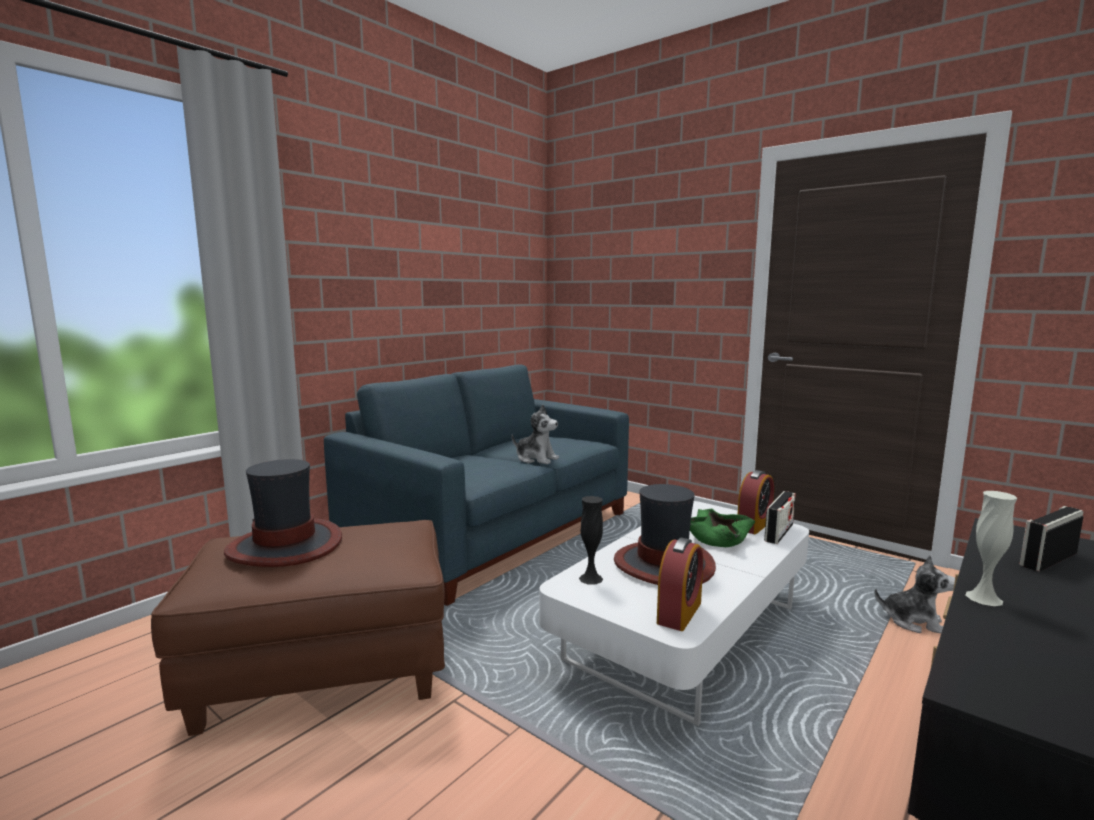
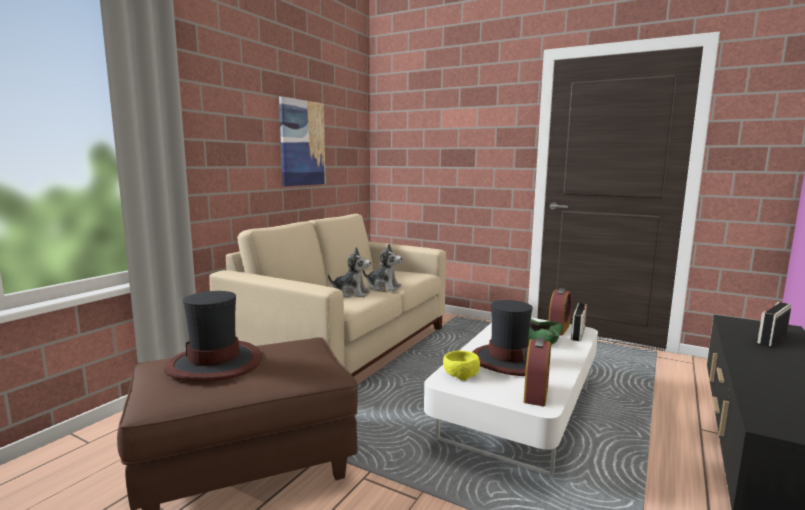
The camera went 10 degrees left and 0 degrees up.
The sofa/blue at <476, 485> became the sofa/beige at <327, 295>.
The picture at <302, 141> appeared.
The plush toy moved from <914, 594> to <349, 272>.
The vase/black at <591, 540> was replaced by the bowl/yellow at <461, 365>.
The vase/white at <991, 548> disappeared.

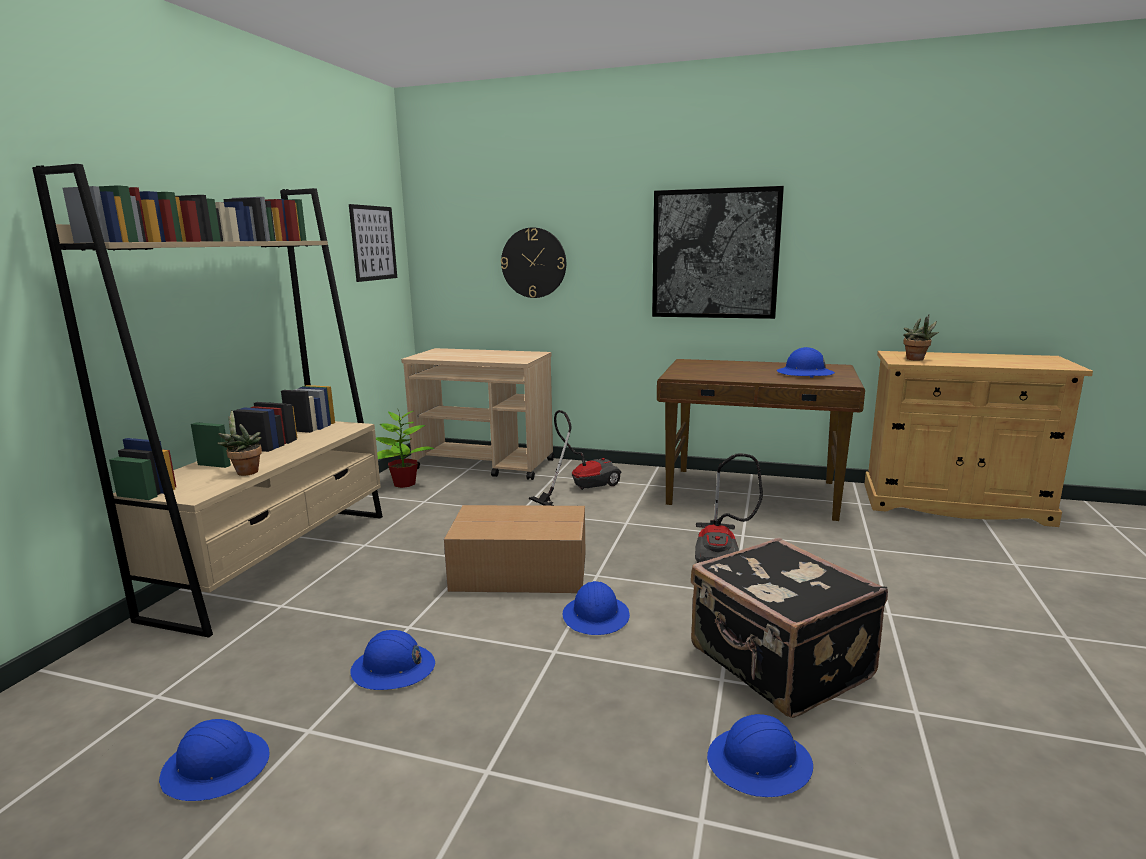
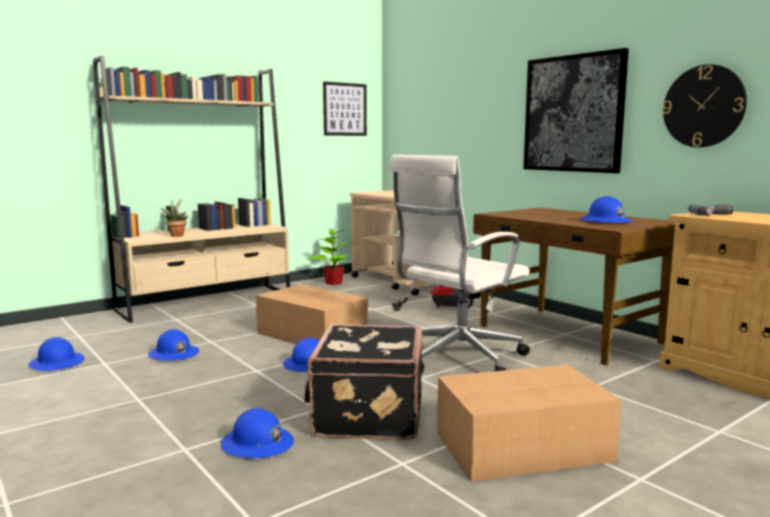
The camera went 35 degrees right and 5 degrees down.
The vacuum cleaner at <729, 508> was replaced by the office chair/white at <460, 265>.
The cardboard box at <529, 423> appeared.
The wall clock moved from <533, 262> to <704, 105>.
The potted plant at <921, 337> was replaced by the power drill at <711, 210>.

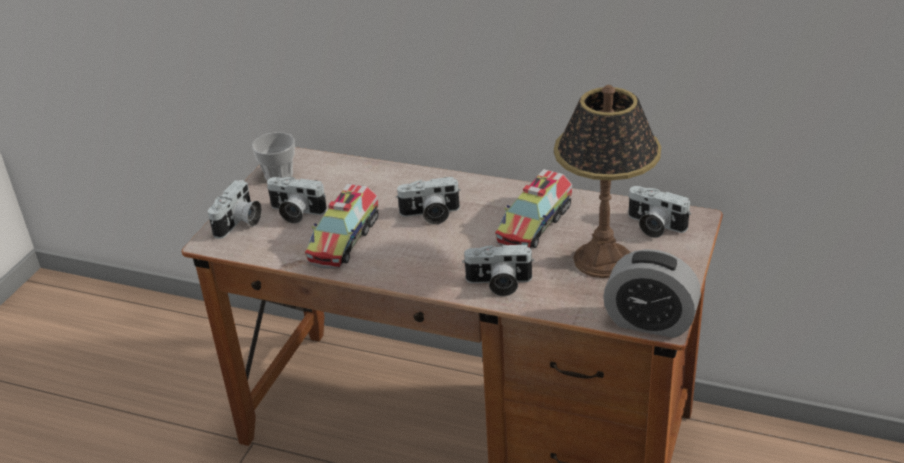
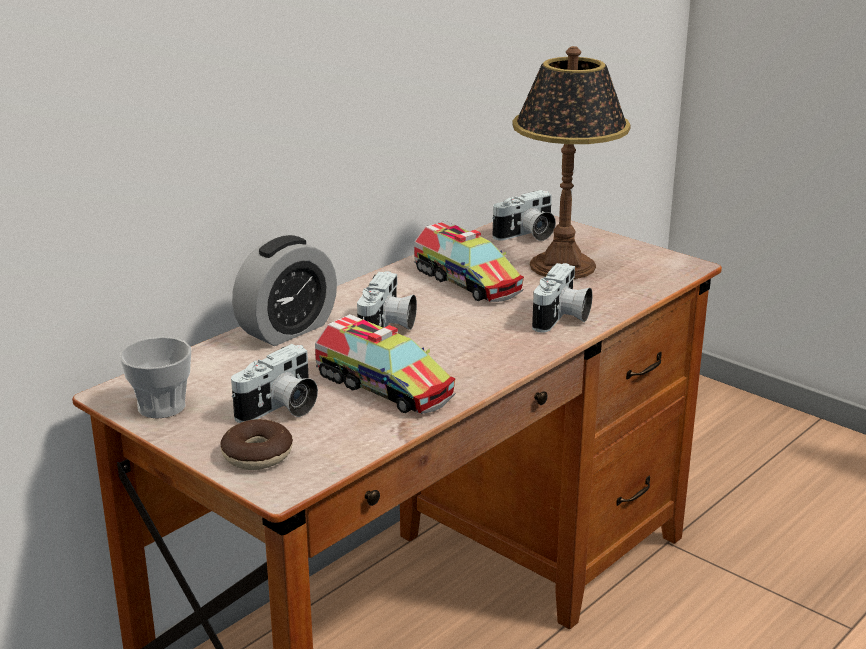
The camera went 70 degrees left and 10 degrees down.
The photo camera at <235, 209> was replaced by the donut at <257, 444>.
The alarm clock moved from <652, 293> to <284, 290>.

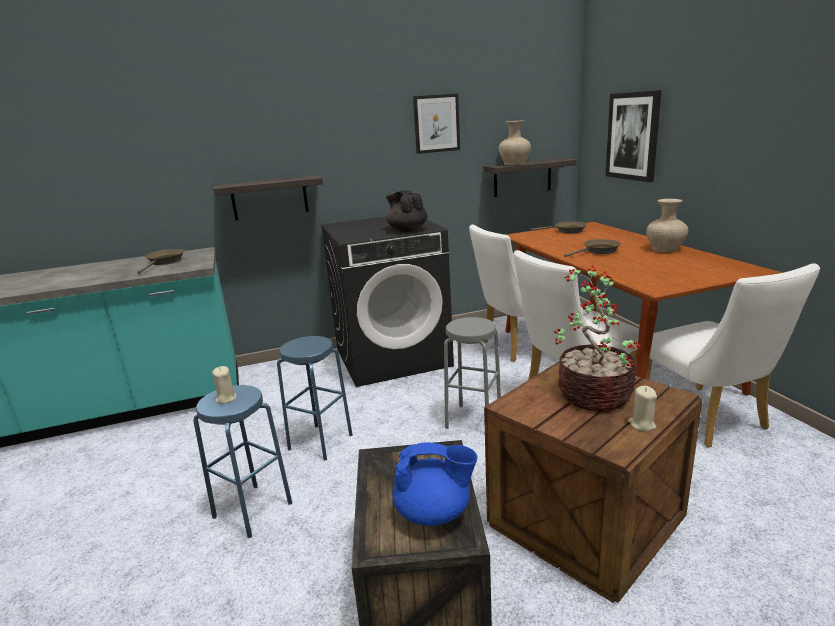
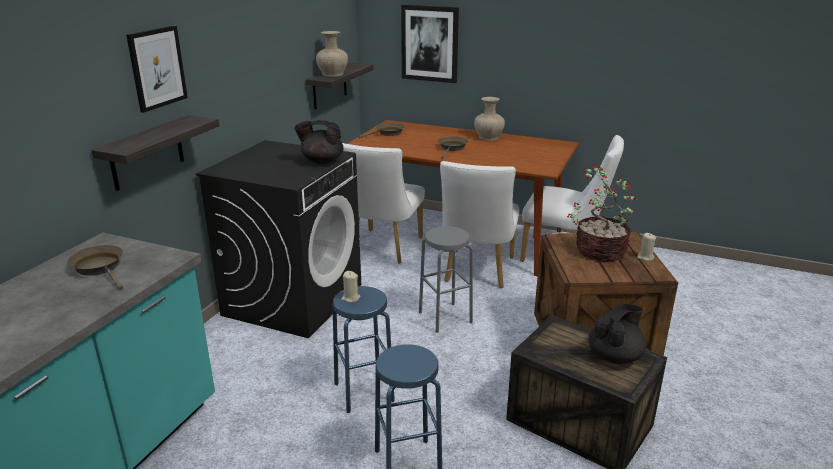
The camera went 50 degrees left and 5 degrees up.
The picture moved from <436, 124> to <157, 69>.
The candle/beige moved from <224, 385> to <350, 287>.
The teapot/blue at <434, 484> became the teapot/black at <617, 334>.

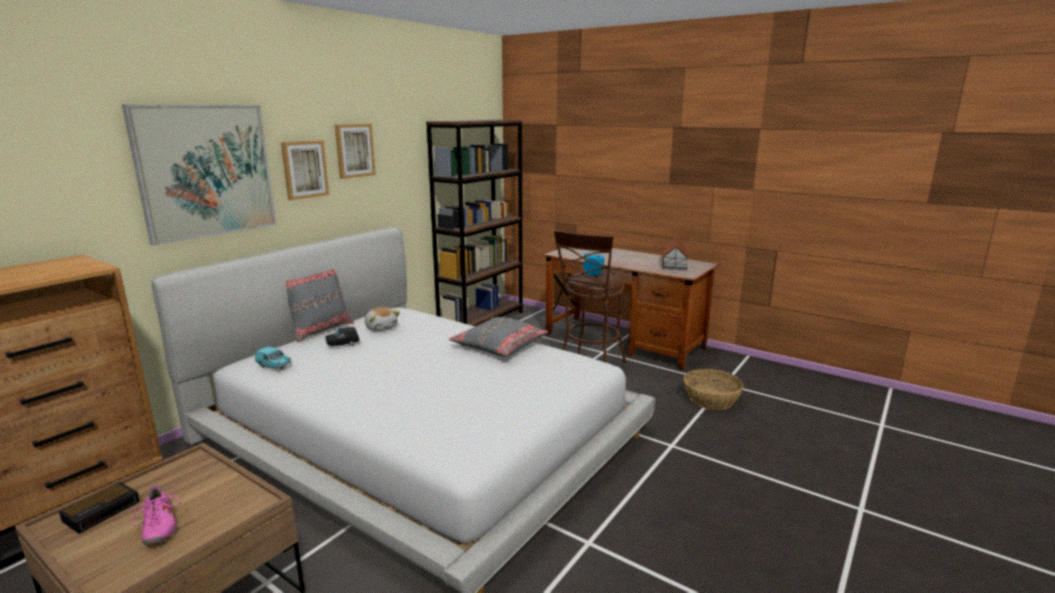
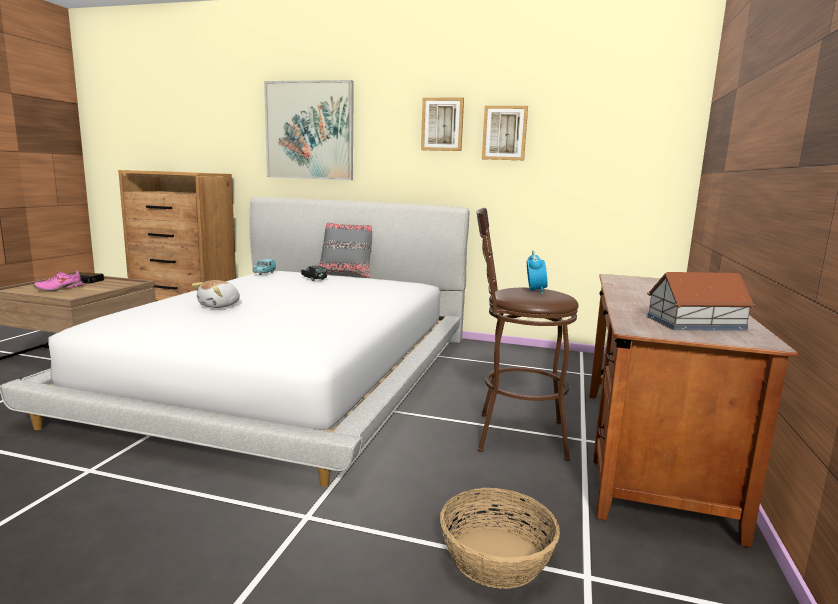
The camera went 70 degrees right and 5 degrees down.
The plush toy moved from <382, 319> to <216, 294>.
The picture moved from <305, 170> to <505, 133>.
The bookcase/brown at <474, 223> disappeared.
The pillow/grey at <498, 337> disappeared.

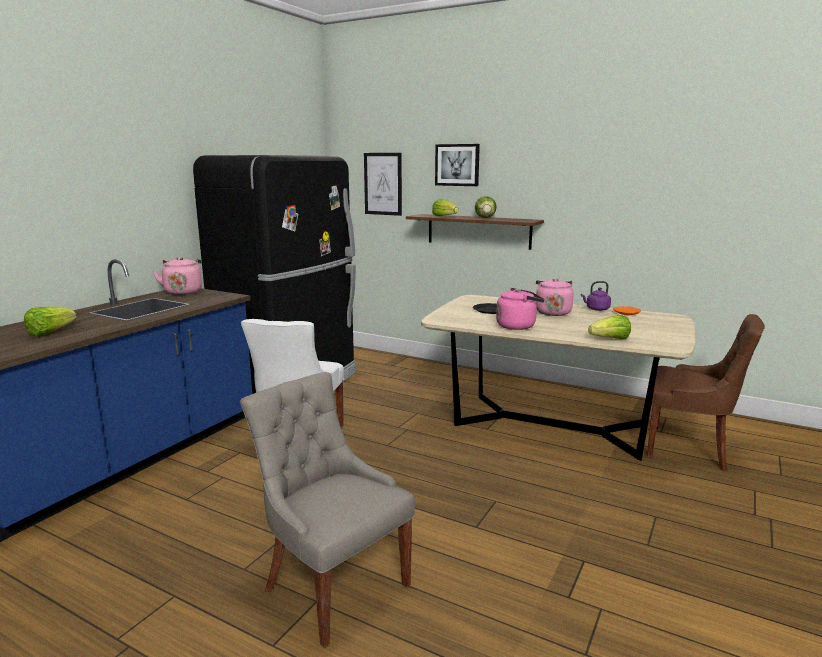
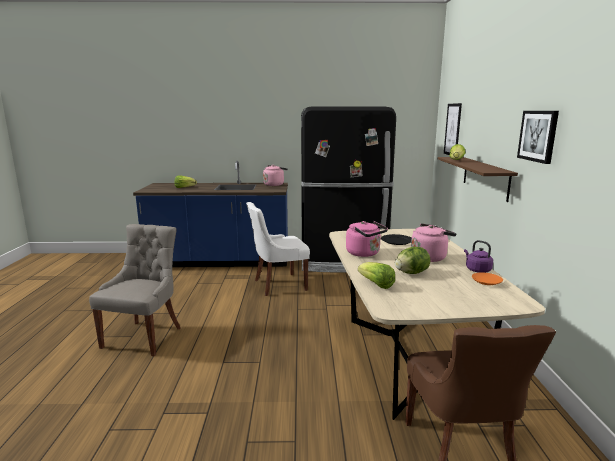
The camera went 60 degrees right and 0 degrees up.
The lettuce moved from <486, 207> to <412, 260>.
The picture moved from <457, 165> to <538, 137>.

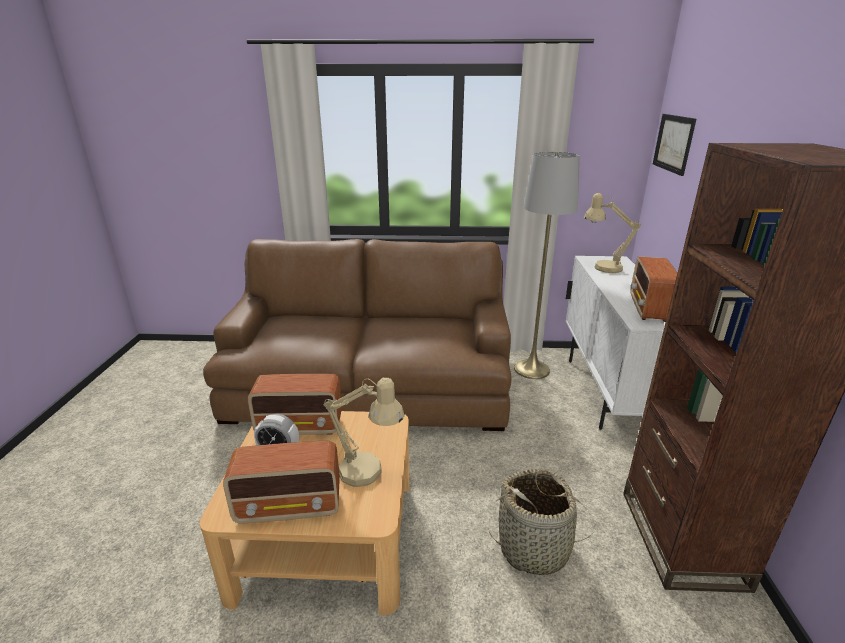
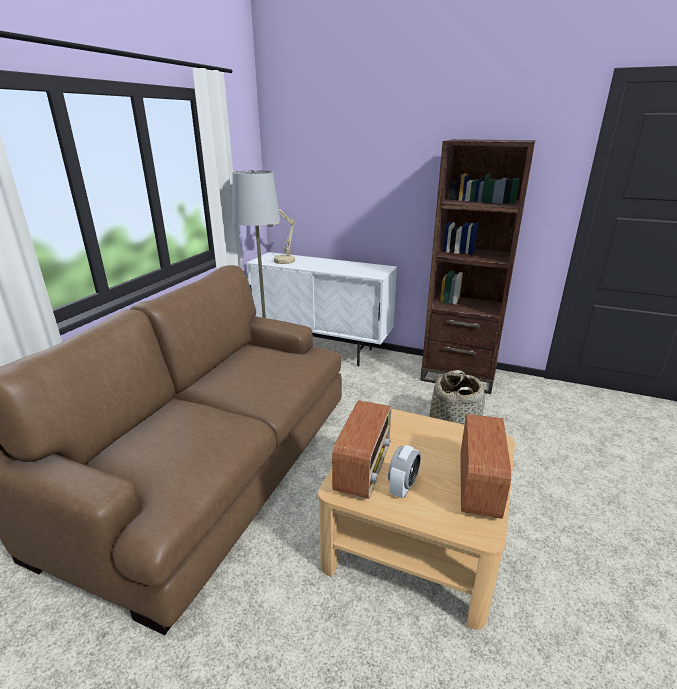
The camera went 70 degrees left and 0 degrees up.
The table lamp/beige at <364, 432> disappeared.
The radio at <654, 289> disappeared.
The picture at <674, 145> disappeared.

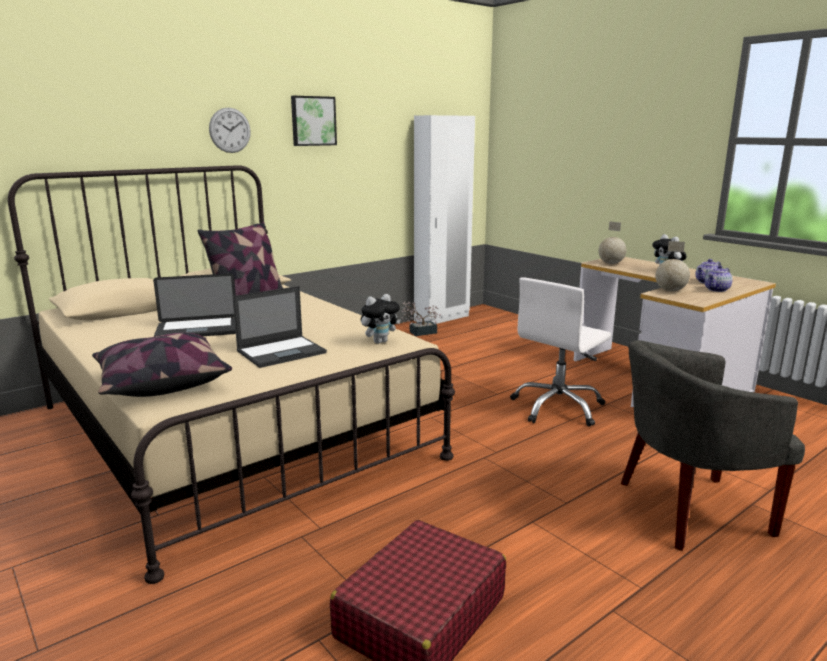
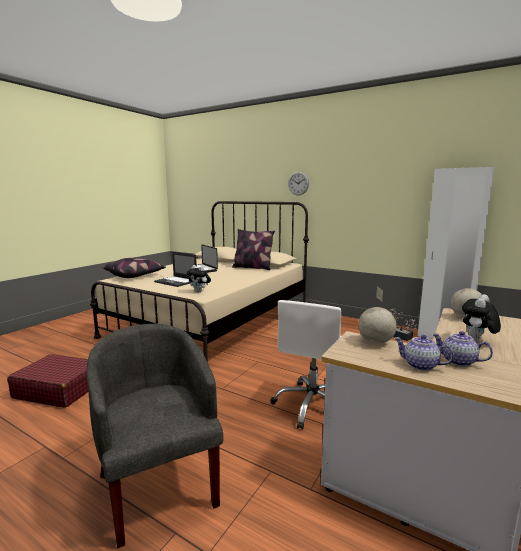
The camera went 70 degrees right and 5 degrees down.
The office chair/white at <561, 352> turned 90 degrees counterclockwise.
The picture at <314, 121> disappeared.

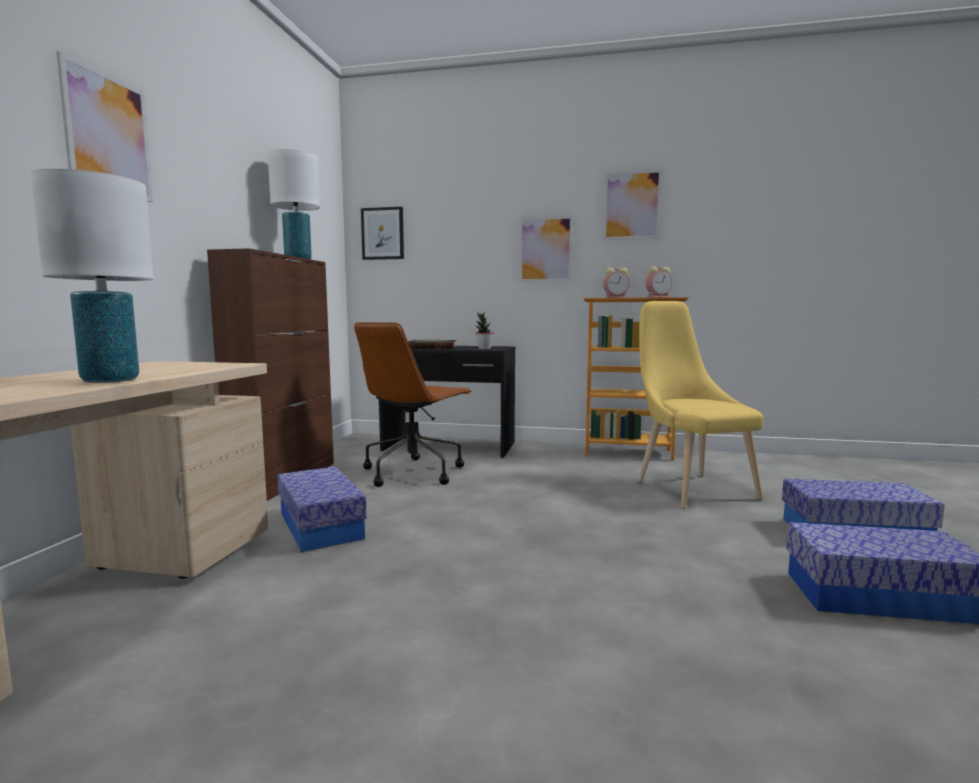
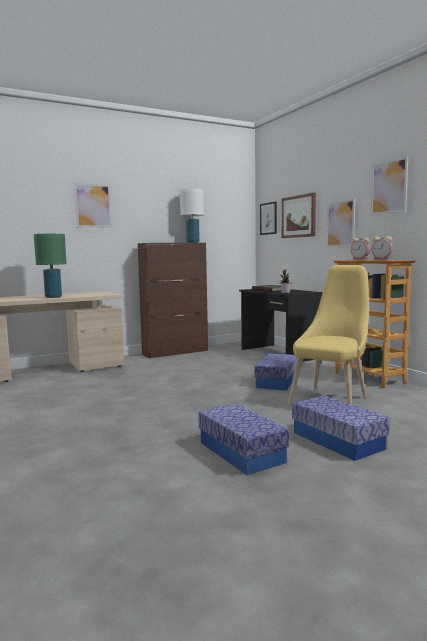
The camera went 50 degrees right and 0 degrees up.
The table lamp/white at <91, 276> became the table lamp/green at <50, 266>.
The storage box moved from <322, 509> to <276, 372>.
The picture at <299, 215> appeared.
The office chair/brown at <413, 404> disappeared.

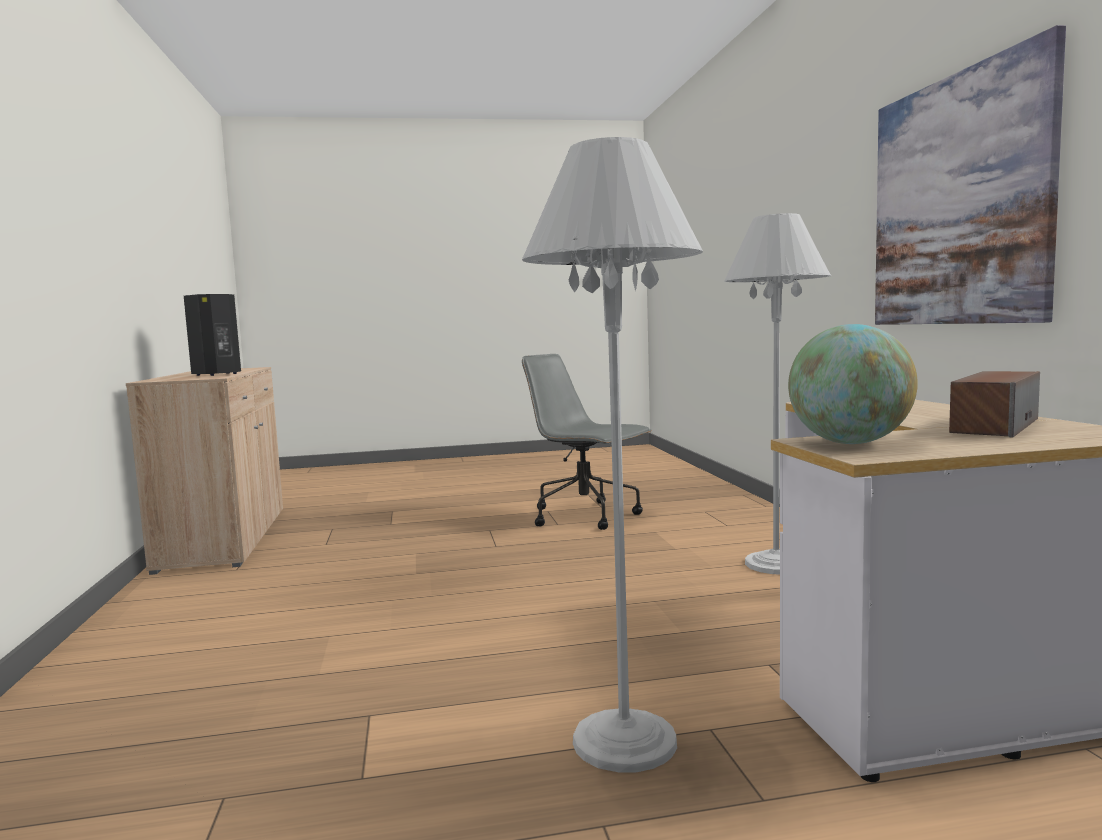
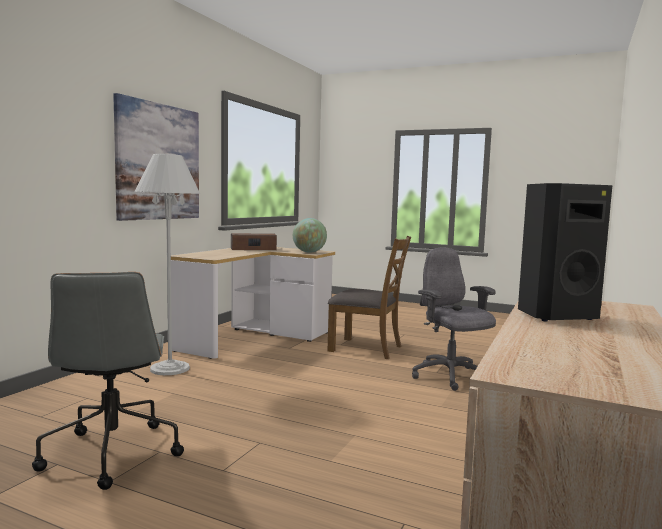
The camera went 145 degrees left and 0 degrees up.
The floor lamp/white at <612, 455> was replaced by the chair/brown at <369, 297>.
The office chair/grey at <454, 319> appeared.

